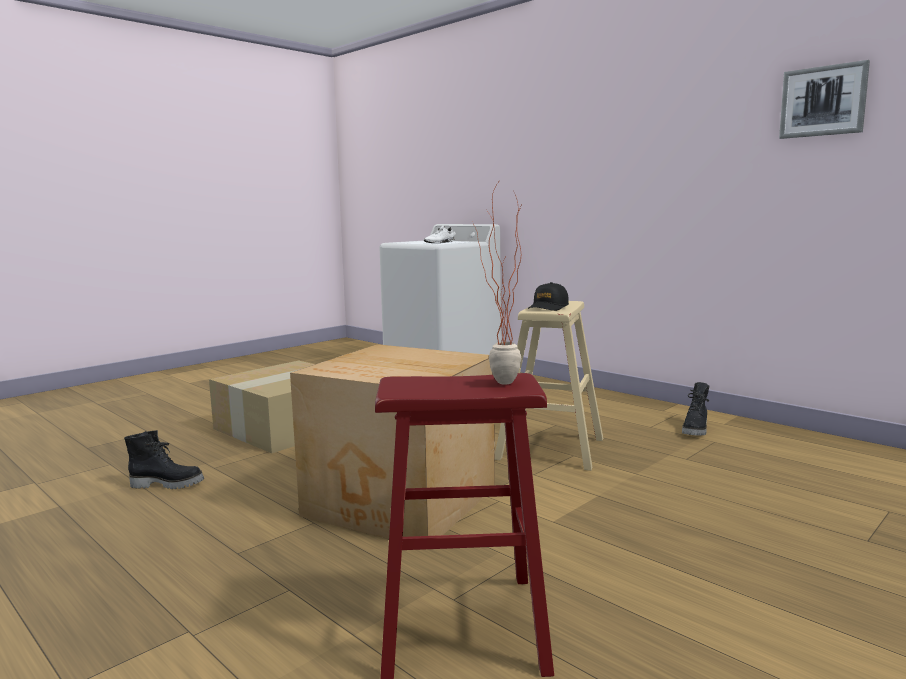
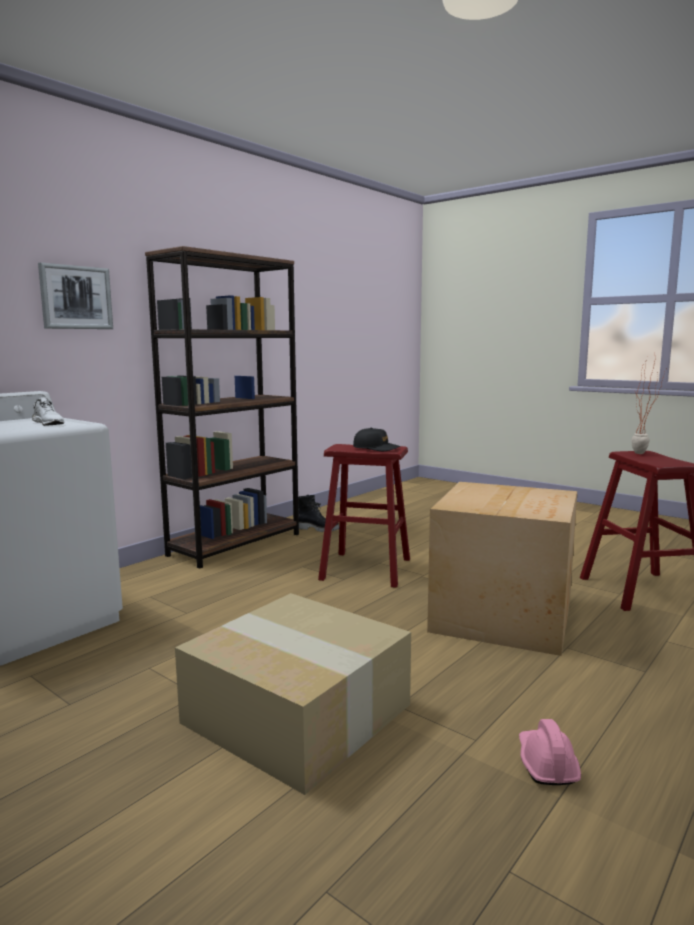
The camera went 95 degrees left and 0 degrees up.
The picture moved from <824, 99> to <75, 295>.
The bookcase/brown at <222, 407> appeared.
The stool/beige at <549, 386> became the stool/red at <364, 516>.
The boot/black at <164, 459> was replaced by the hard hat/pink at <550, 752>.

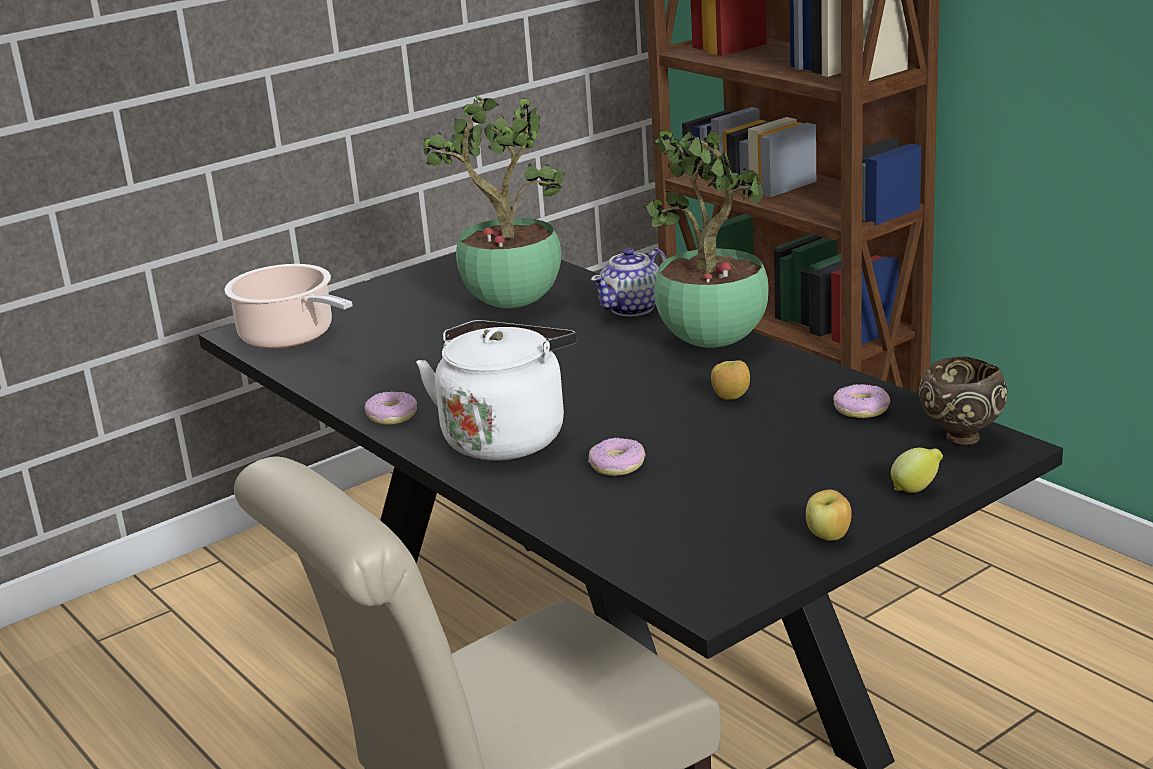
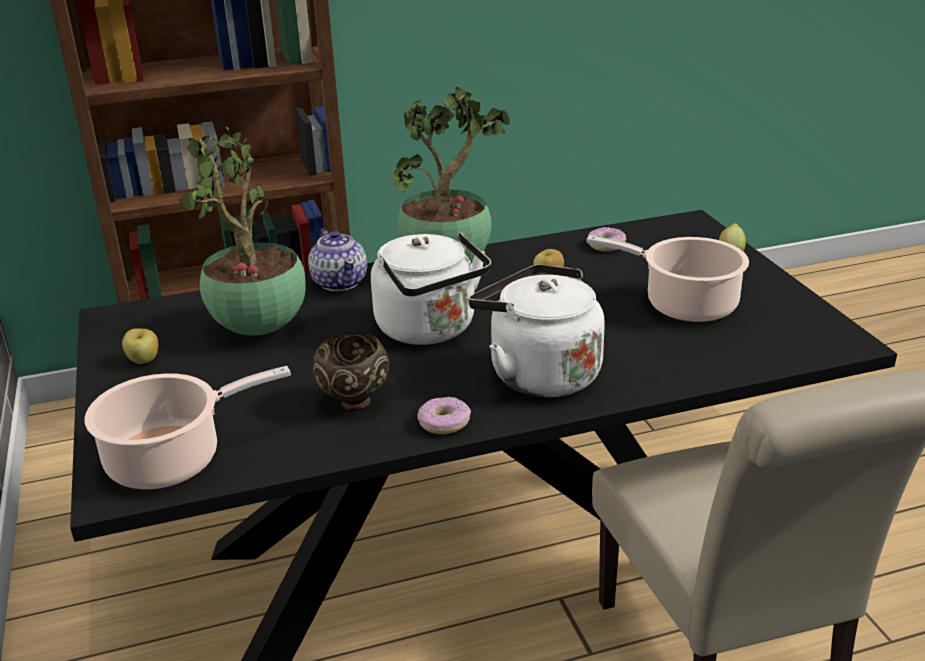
The camera went 70 degrees left and 5 degrees up.
The apple moved from <829, 515> to <140, 346>.
The bowl/brown moved from <963, 401> to <351, 372>.
The kettle/white at <431, 289> appeared.
The cooking pot at <667, 278> appeared.
The donut at <616, 457> disappeared.

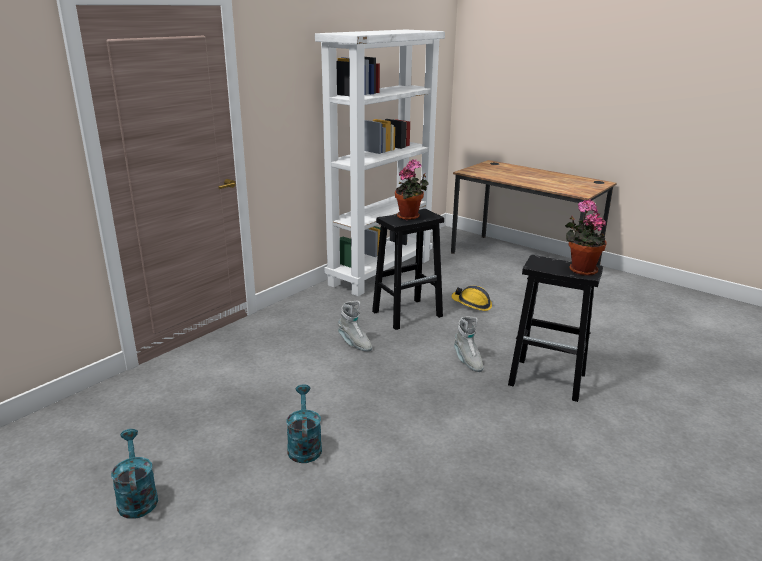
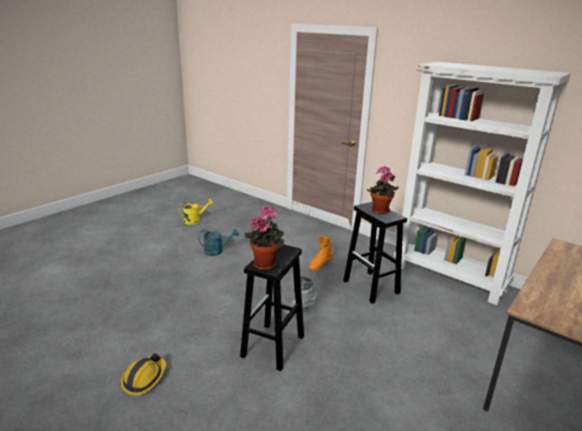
The camera went 90 degrees right and 0 degrees up.
The hard hat moved from <471, 298> to <144, 374>.
The watering can/turquoise at <134, 474> became the watering can/yellow at <195, 211>.
The boot/grey at <355, 326> became the boot/orange at <321, 253>.

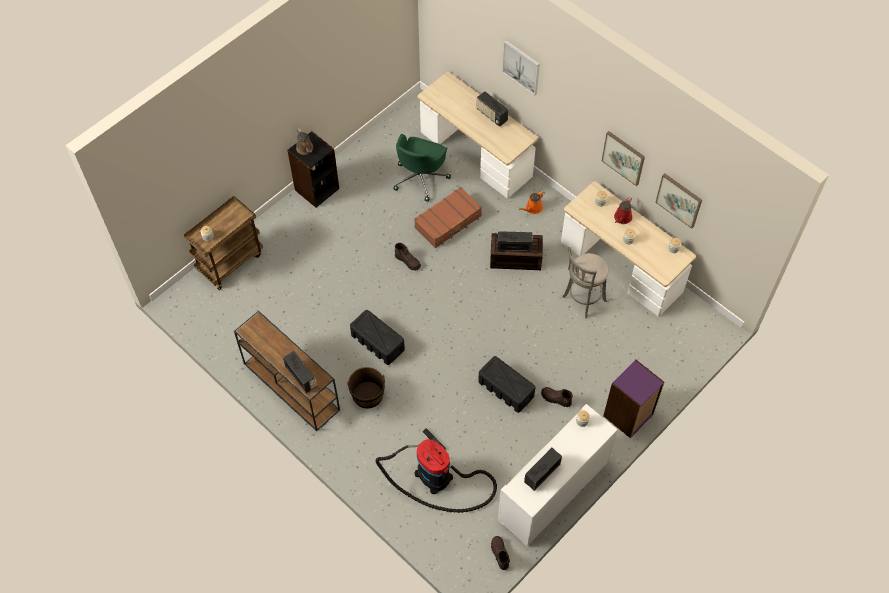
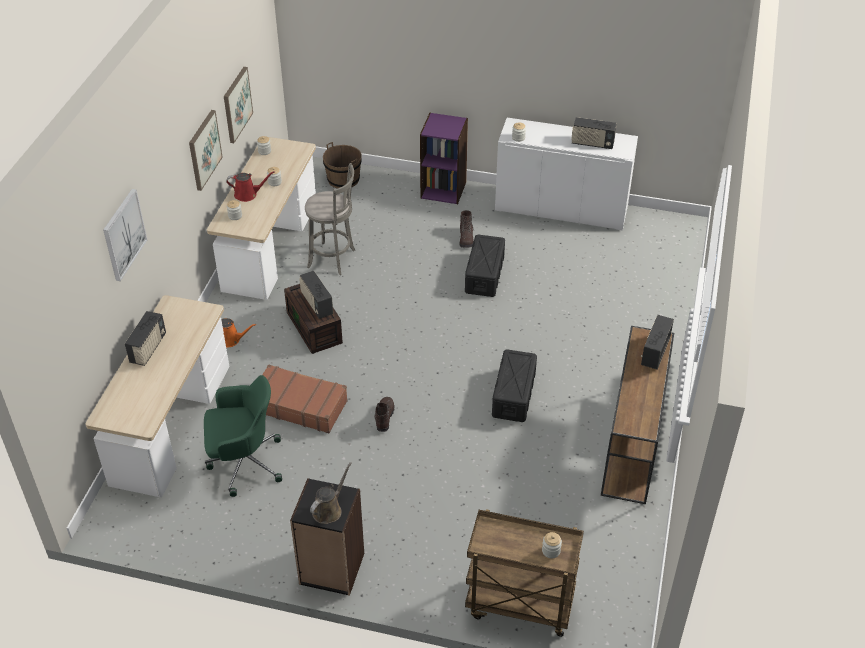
The camera went 120 degrees left and 15 degrees down.
The bucket/brown moved from <366, 388> to <342, 165>.
The vacuum cleaner at <436, 470> disappeared.
The boot/brown at <500, 553> disappeared.

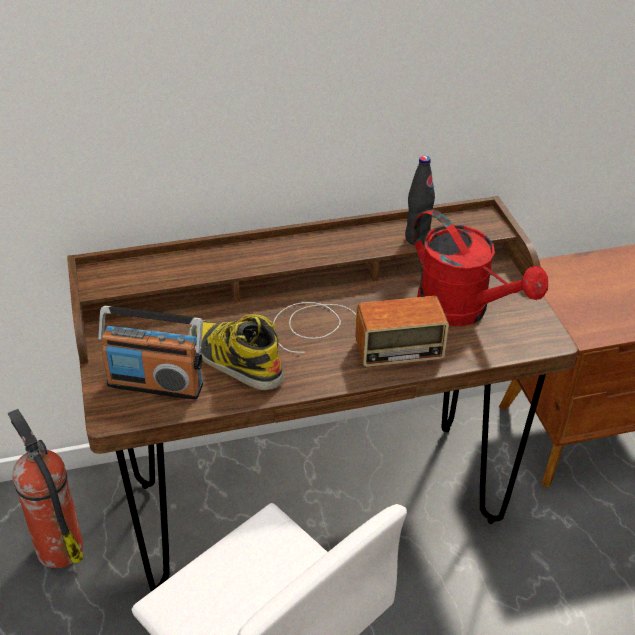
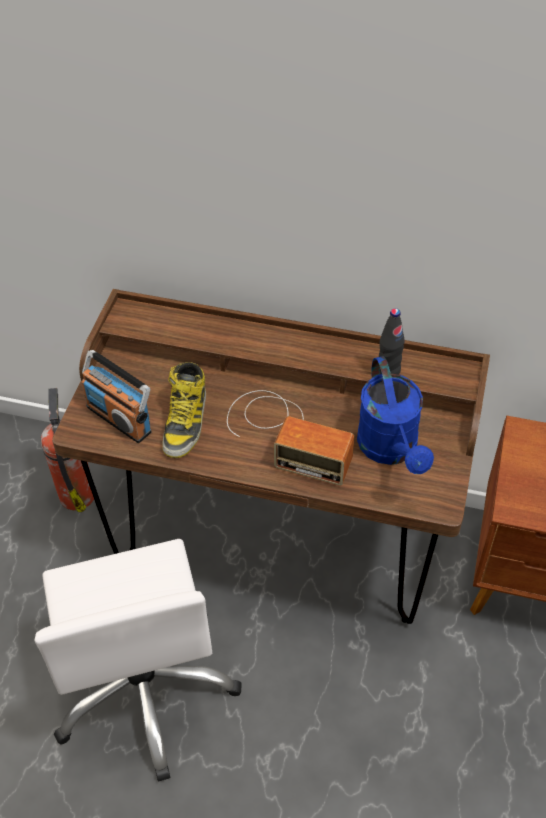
The camera went 30 degrees right and 10 degrees up.
The boot at <236, 352> turned 150 degrees counterclockwise.
The watering can/red at <480, 267> became the watering can/blue at <395, 415>.

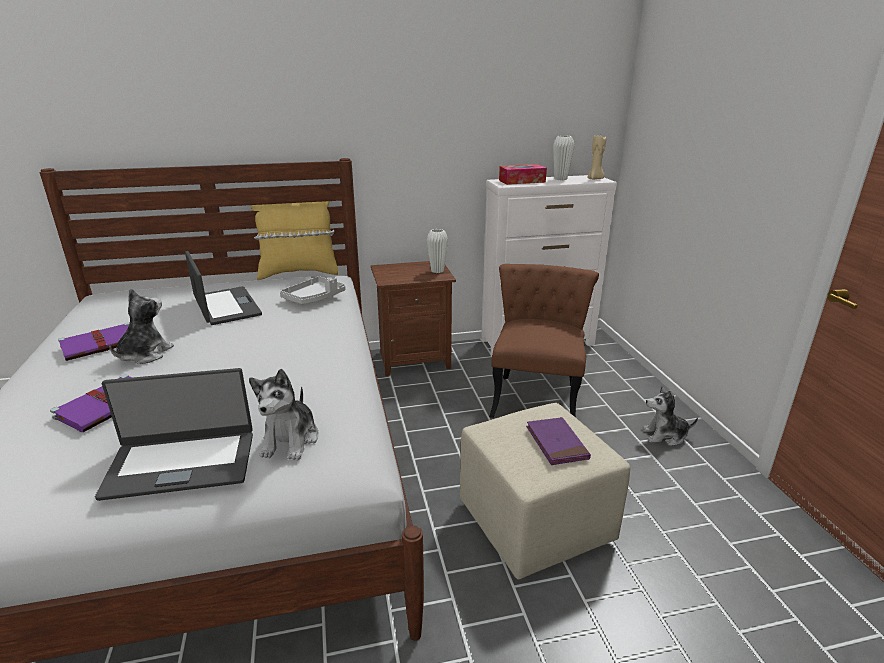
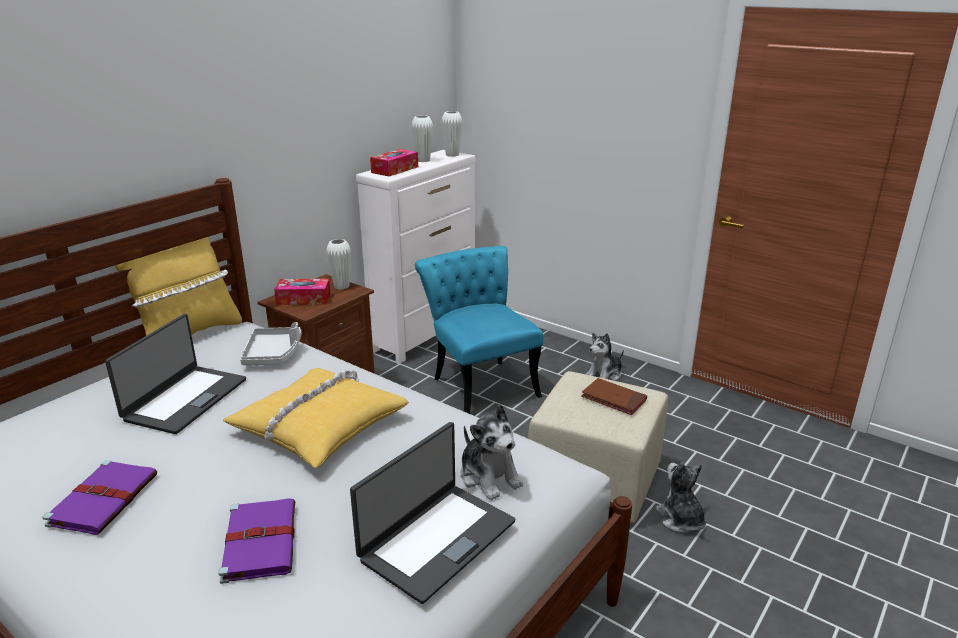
The camera went 40 degrees left and 0 degrees up.
The laptop at <223, 288> turned 90 degrees clockwise.
The pillow/yellow at <316, 418> appeared.
The tissue box at <302, 292> appeared.
The chair/brown at <544, 341> became the chair/turquoise at <479, 330>.
The candle/beige at <596, 158> was replaced by the vase/white at <452, 134>.
The book/purple at <558, 441> became the book/brown at <614, 396>.
The plush toy moved from <141, 326> to <680, 497>.

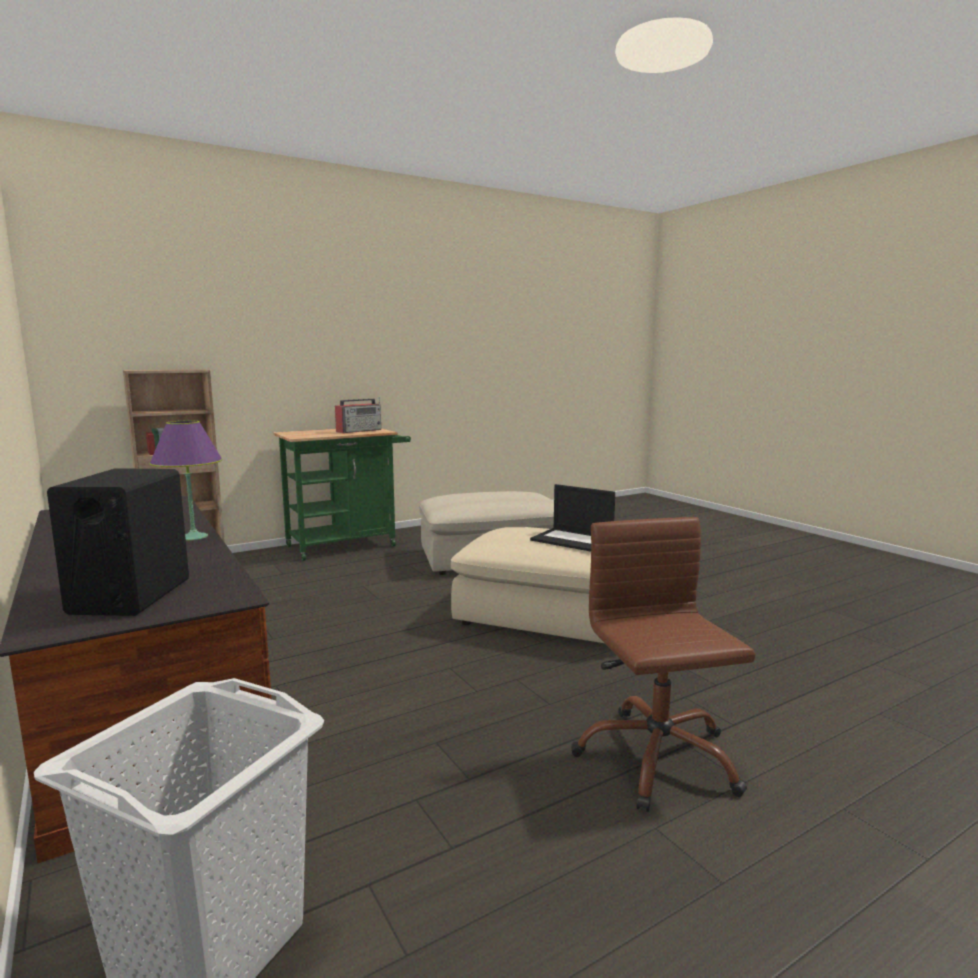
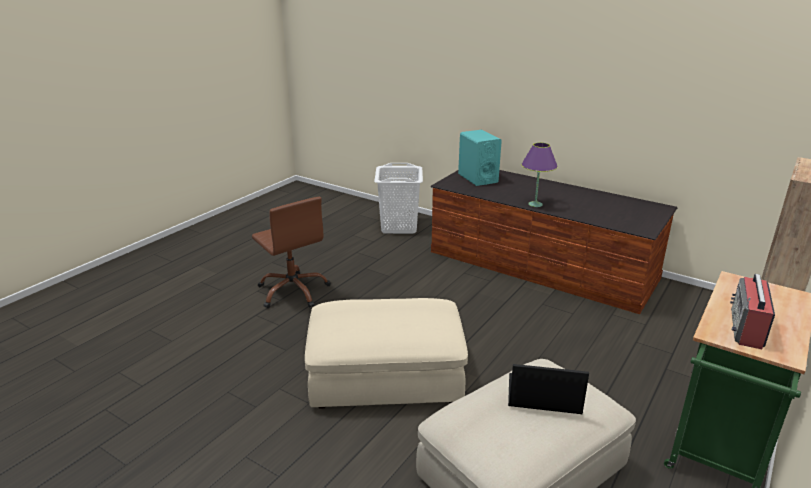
The camera went 155 degrees right and 15 degrees up.
The speaker/black at <118, 542> became the speaker/turquoise at <480, 158>.
The laptop moved from <572, 518> to <548, 389>.

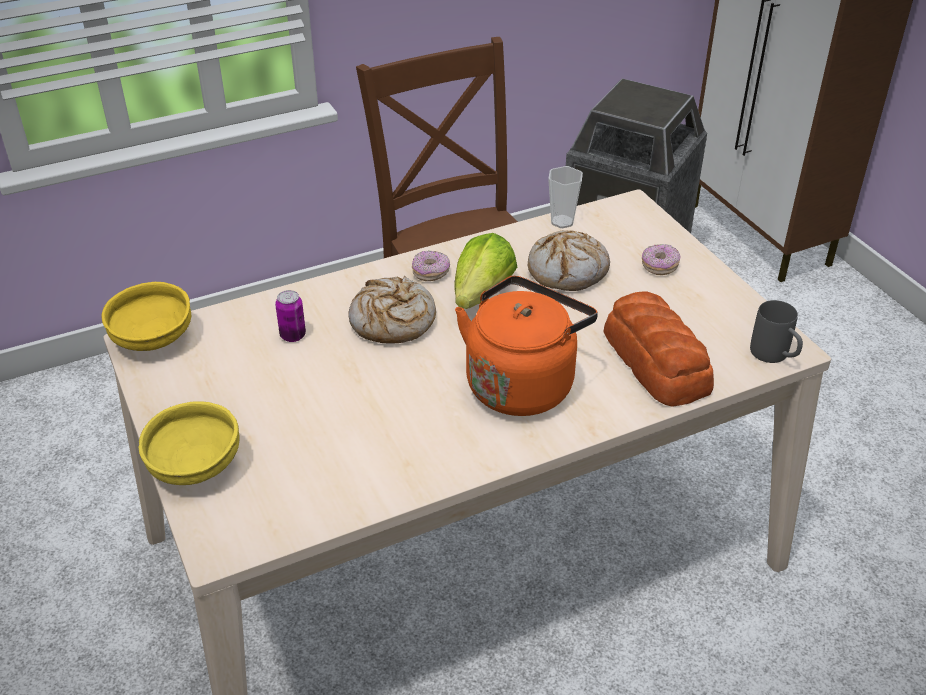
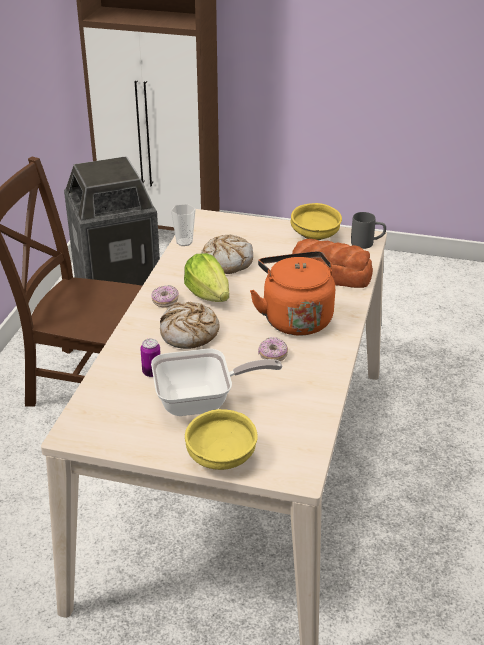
The camera went 50 degrees left and 5 degrees down.
The frying pan at <216, 382> appeared.
The donut moved from <661, 259> to <273, 349>.
The bowl/yellow moved from <146, 316> to <316, 221>.

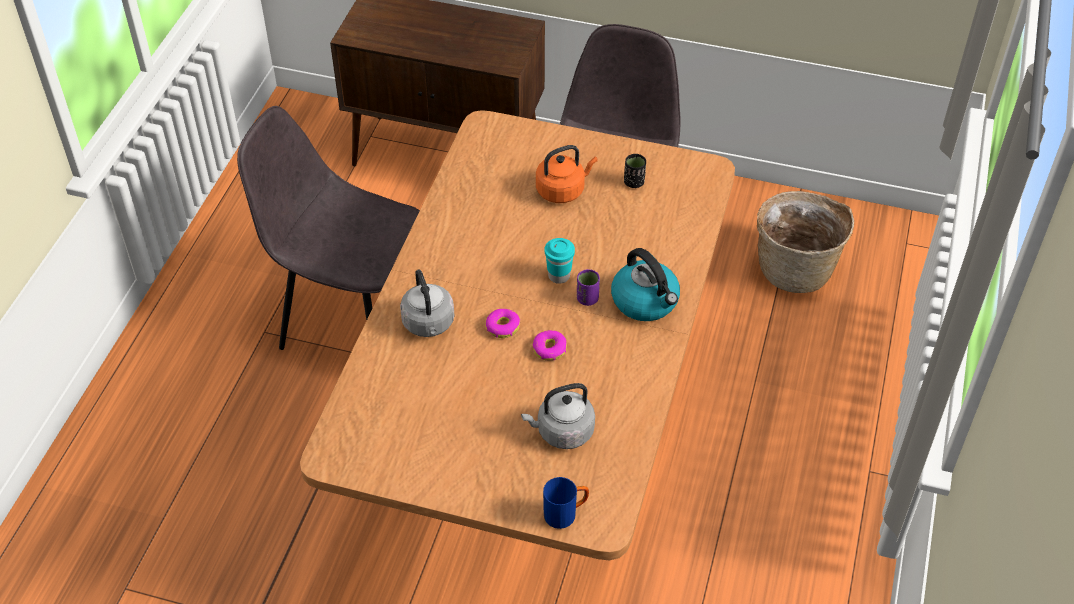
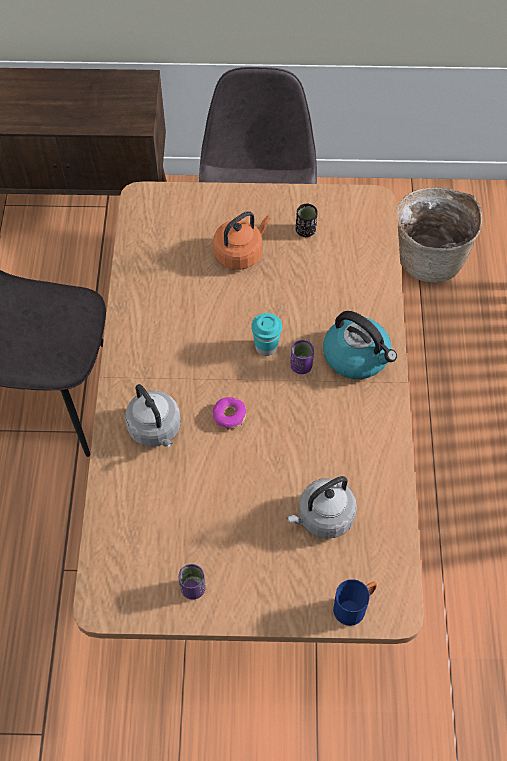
The camera went 15 degrees left and 10 degrees up.
The cup/purple at <192, 581> appeared.
The donut at <550, 345> disappeared.

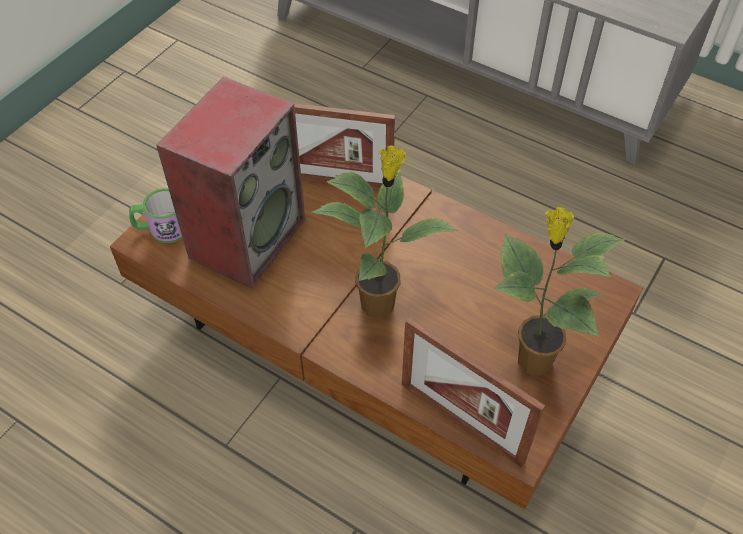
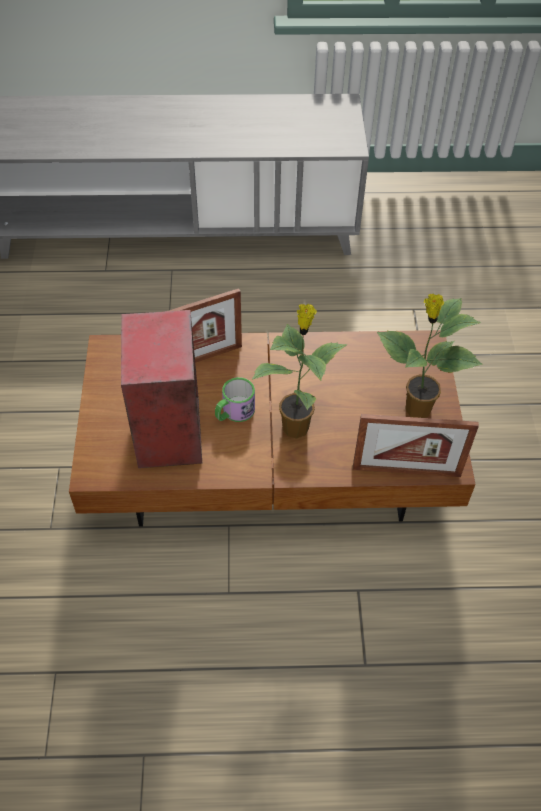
The camera went 35 degrees left and 0 degrees up.
The mug moved from <155, 215> to <235, 399>.

